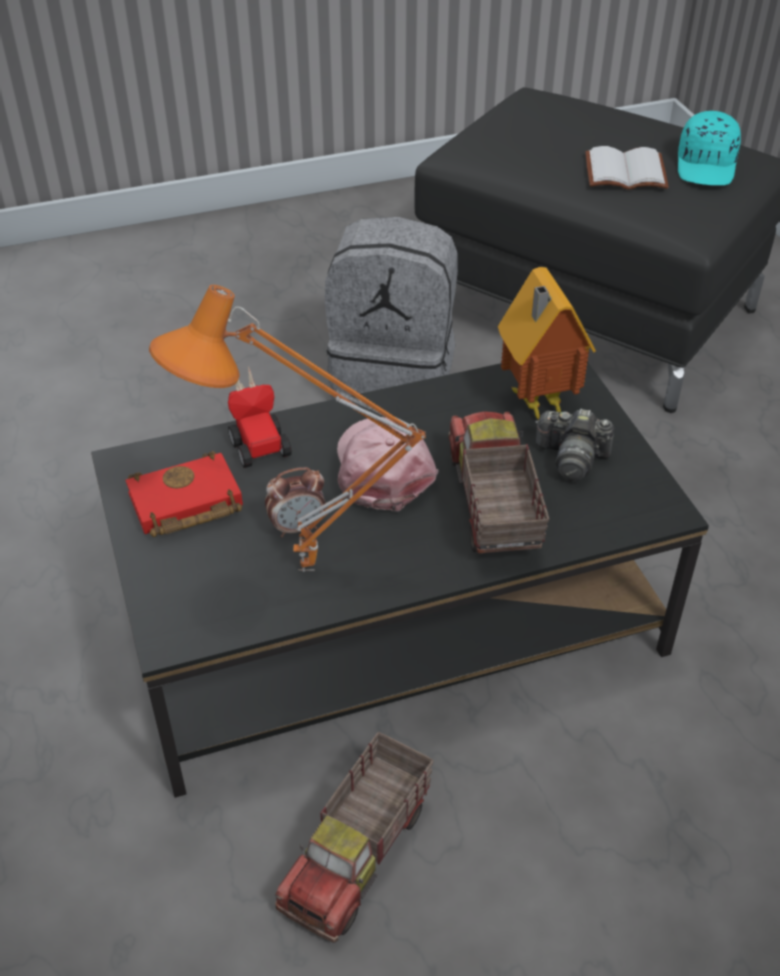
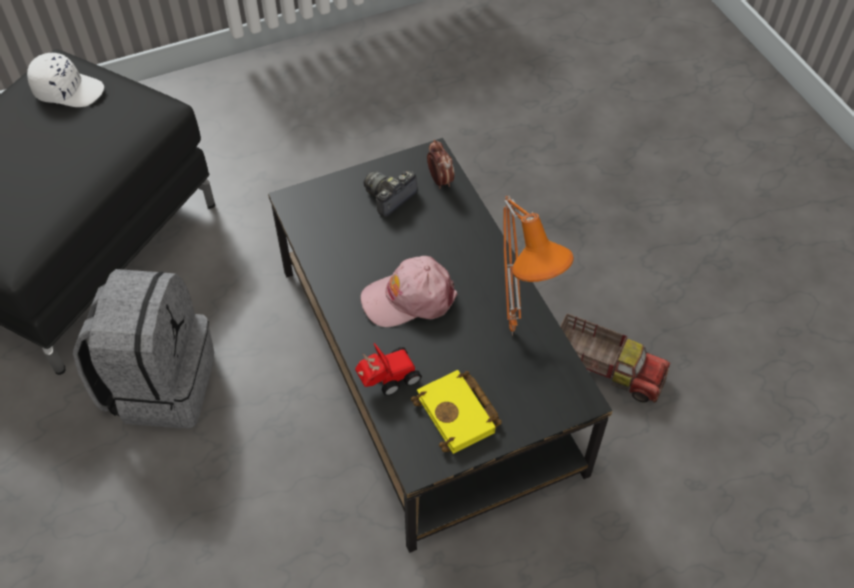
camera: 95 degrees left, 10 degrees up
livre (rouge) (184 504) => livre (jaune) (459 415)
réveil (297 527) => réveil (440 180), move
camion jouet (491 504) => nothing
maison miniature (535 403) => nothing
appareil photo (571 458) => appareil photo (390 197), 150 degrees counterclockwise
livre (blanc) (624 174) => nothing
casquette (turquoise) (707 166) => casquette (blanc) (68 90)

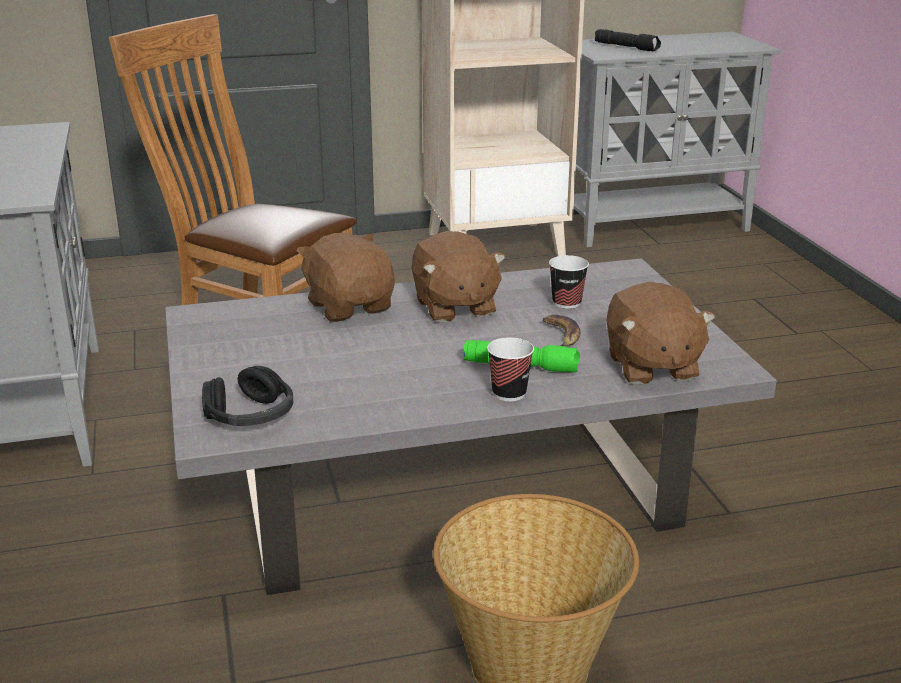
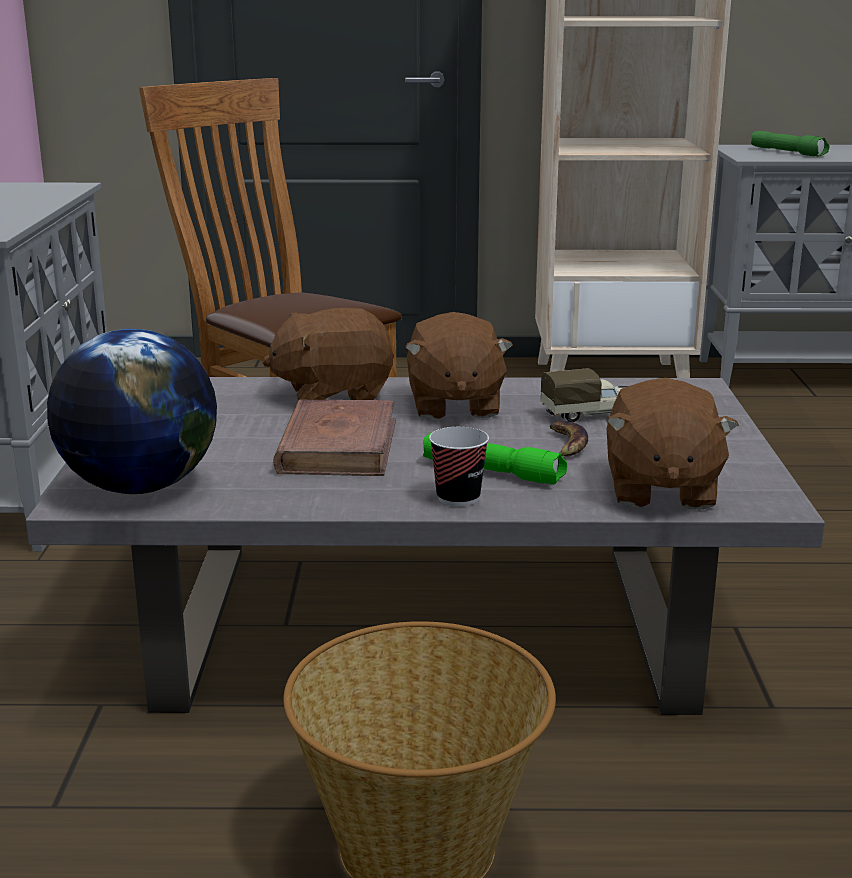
camera: 15 degrees right, 5 degrees down
casque audio (noir) (250 416) => globe (139 487)
peluche (marron) (350 307) => peluche (marron) (333 394), 90 degrees counterclockwise
tasse (566 303) => camion jouet (595 414)
lampe de poche (noir) (627 47) => lampe de poche (vert) (788 152)
nothing => livre (marron) (338 446)

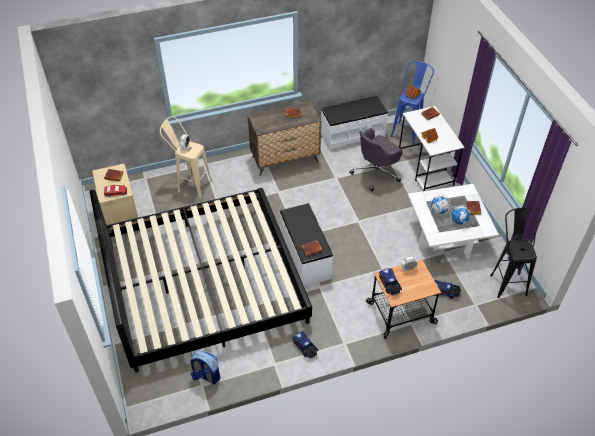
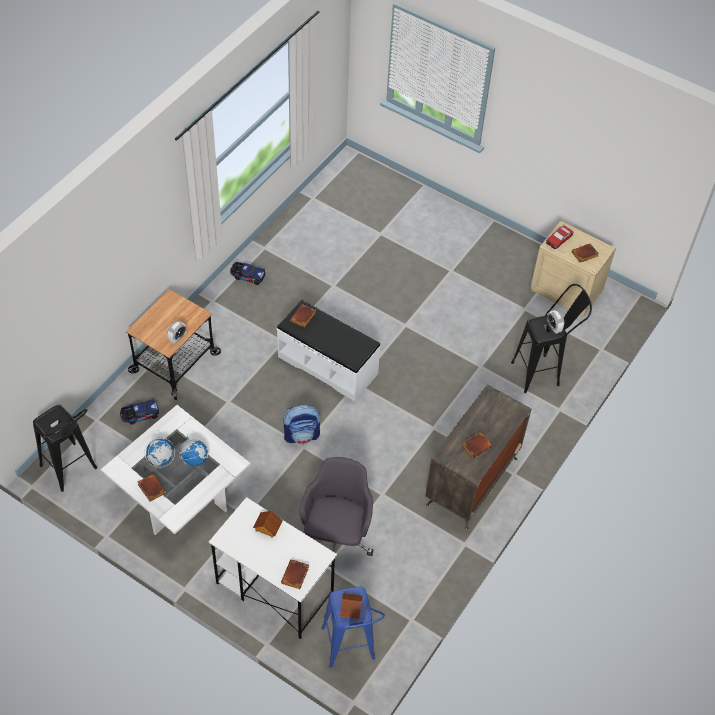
camera: 140 degrees right, 5 degrees up
lit (204 283) => nothing
tabouret (beige) (190 185) => tabouret (noir) (542 372)
sac à dos (206 376) => sac à dos (302 435), move
banc (blanc) (352 134) => nothing
camion jouet (389 285) => nothing

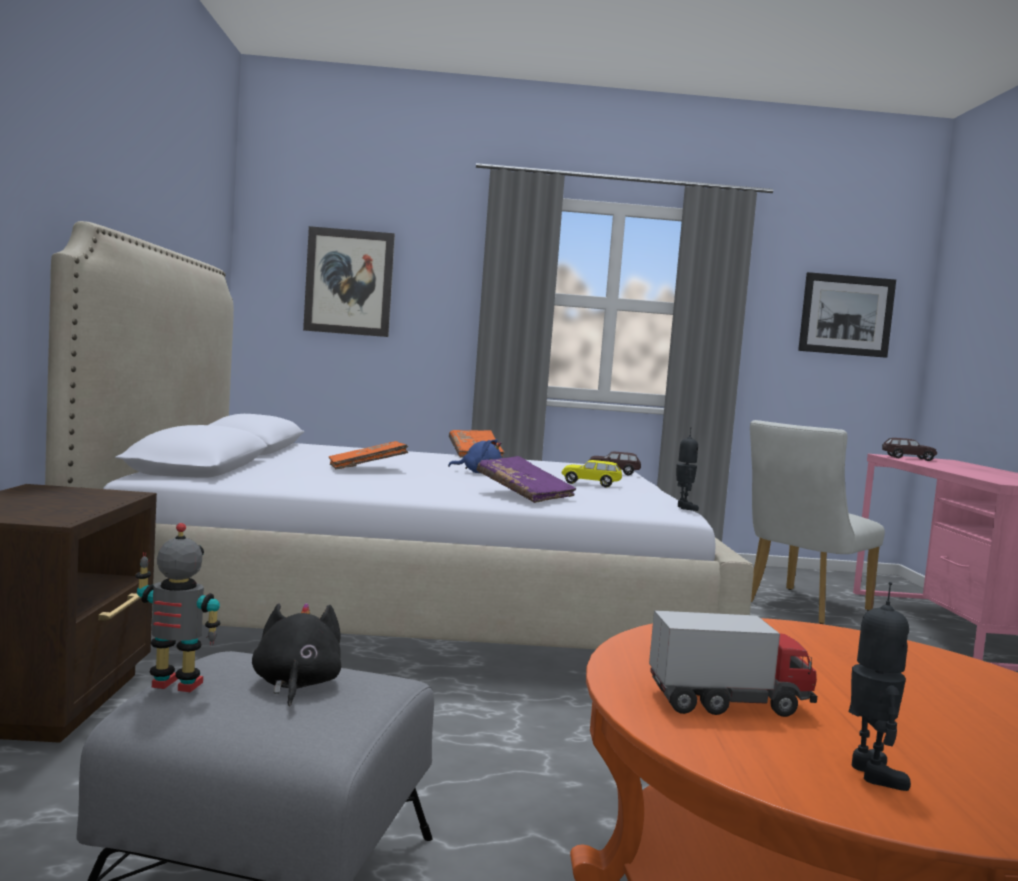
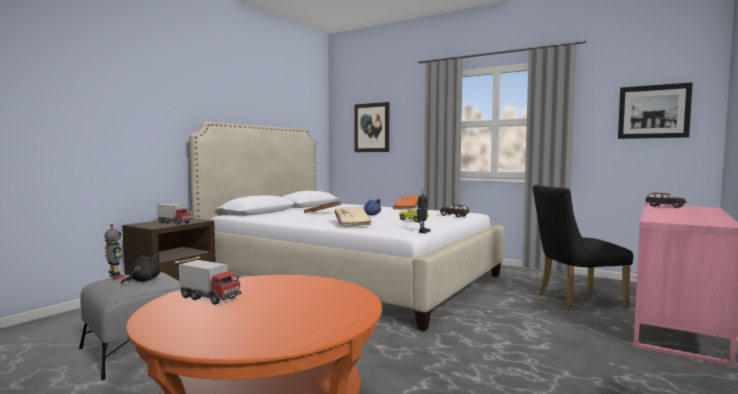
camera: 35 degrees right, 0 degrees up
livre (violet) (524 494) => livre (beige) (352 224)
chaise (blanc) (801 607) => chaise (noir) (574 300)
robot jouet (870 773) => nothing
nothing => camion jouet (175 223)

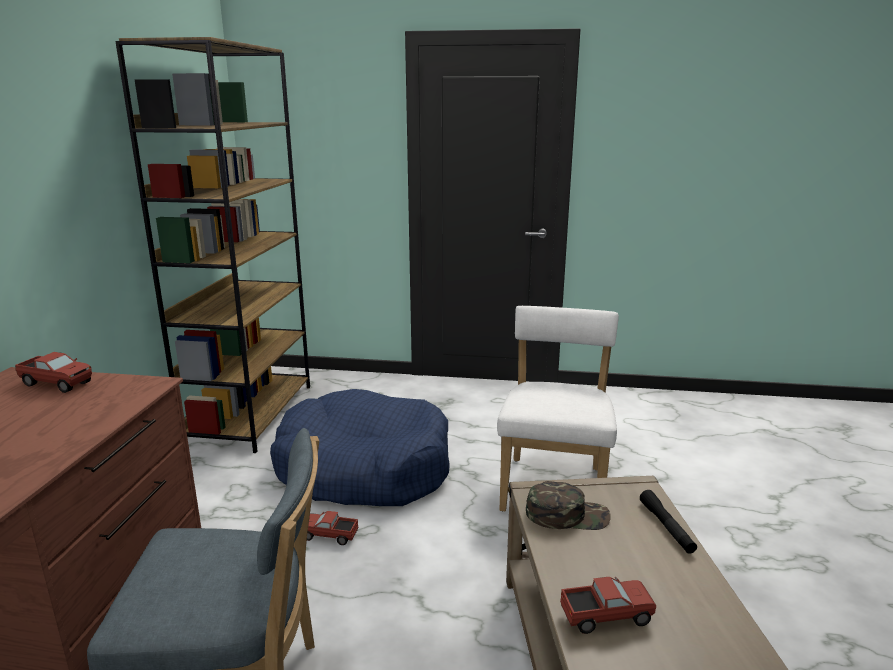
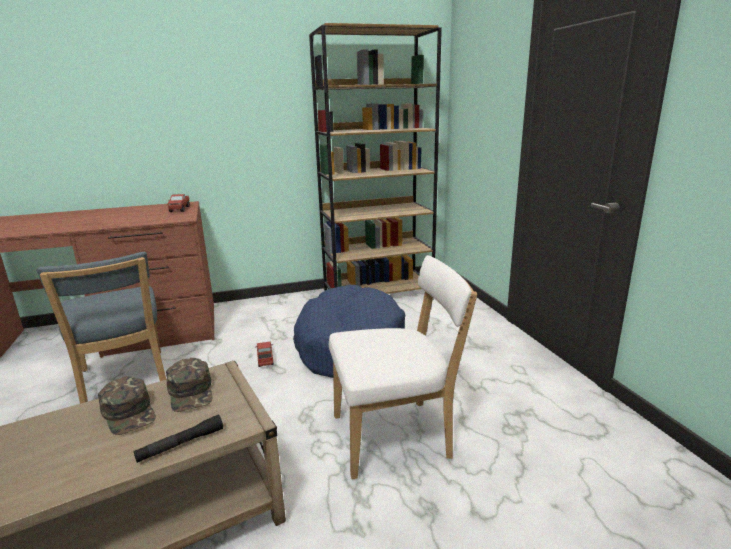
camera: 65 degrees right, 0 degrees up
camion jouet (605 617) => nothing
nothing => casquette (vert) (129 412)

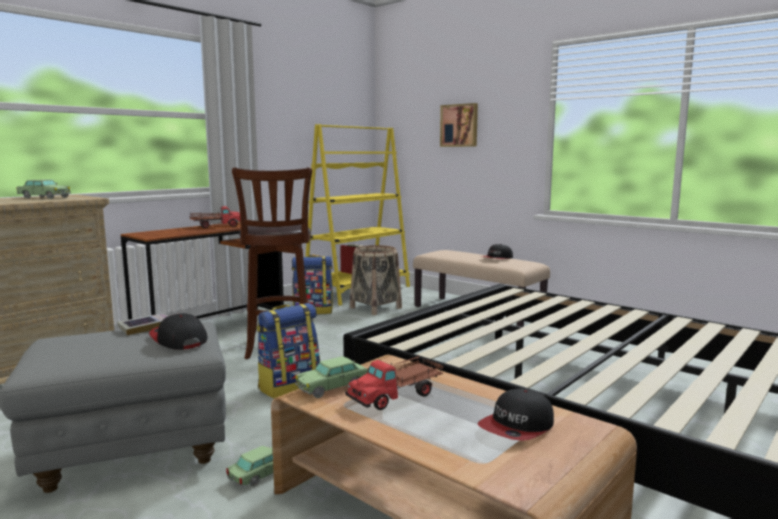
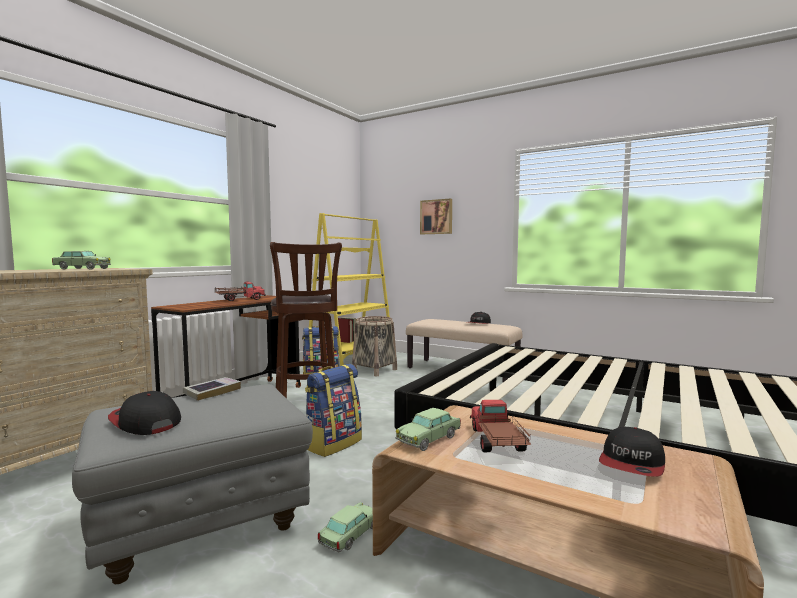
camera: 10 degrees left, 5 degrees down
casquette (178 339) => casquette (144 422), move
camion jouet (397 395) => camion jouet (496 442), 135 degrees clockwise

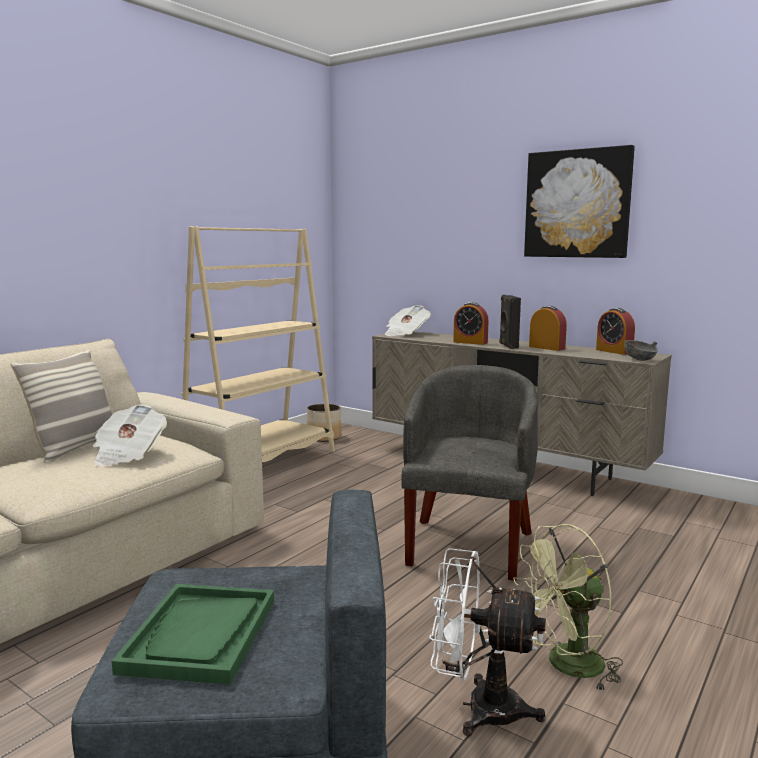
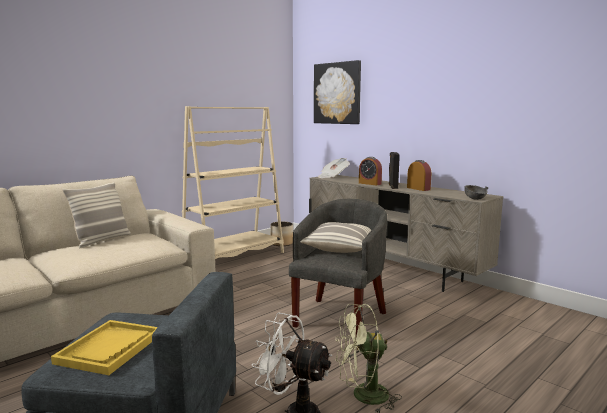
camera: 10 degrees right, 0 degrees up
journal (128 454) => nothing
plateau (vert) (201 635) => plateau (jaune) (109 348)
tableau (577 204) => tableau (337 93), move
réveil (614 351) => nothing
nothing => coussin (339 248)

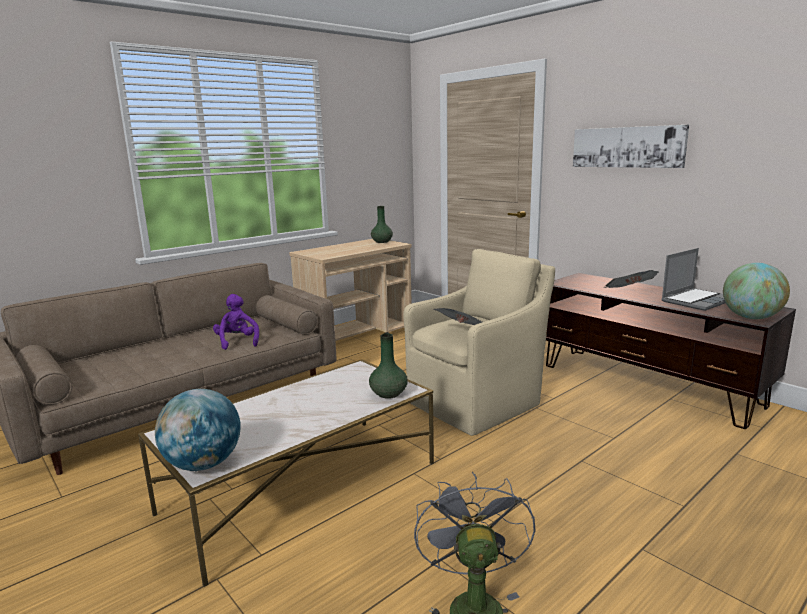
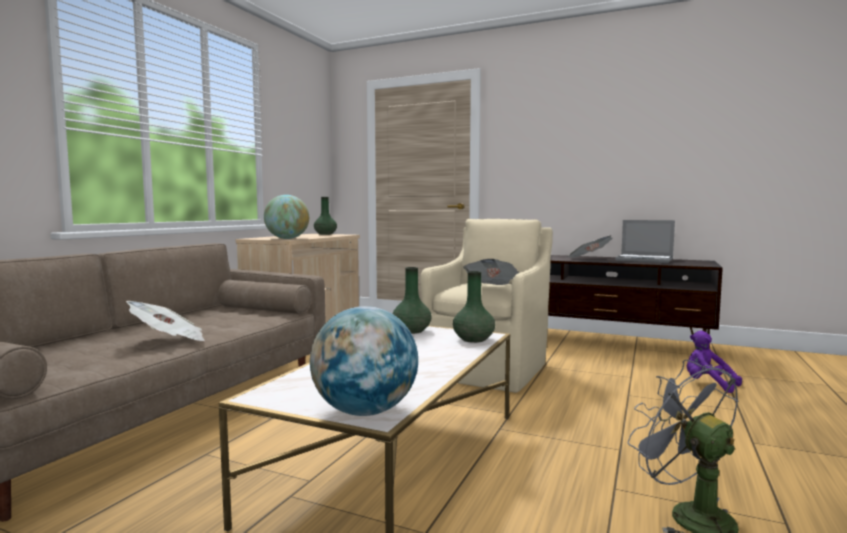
camera: 25 degrees left, 10 degrees down
peluche (violet) (237 342) => peluche (violet) (708 385), move
tableau (627 147) => nothing
ordinateur portable (697 300) => ordinateur portable (645 260), 90 degrees clockwise
globe (751 318) => globe (287 239), move
nothing => journal (169 340)
nothing => vase (vert) (412 331)

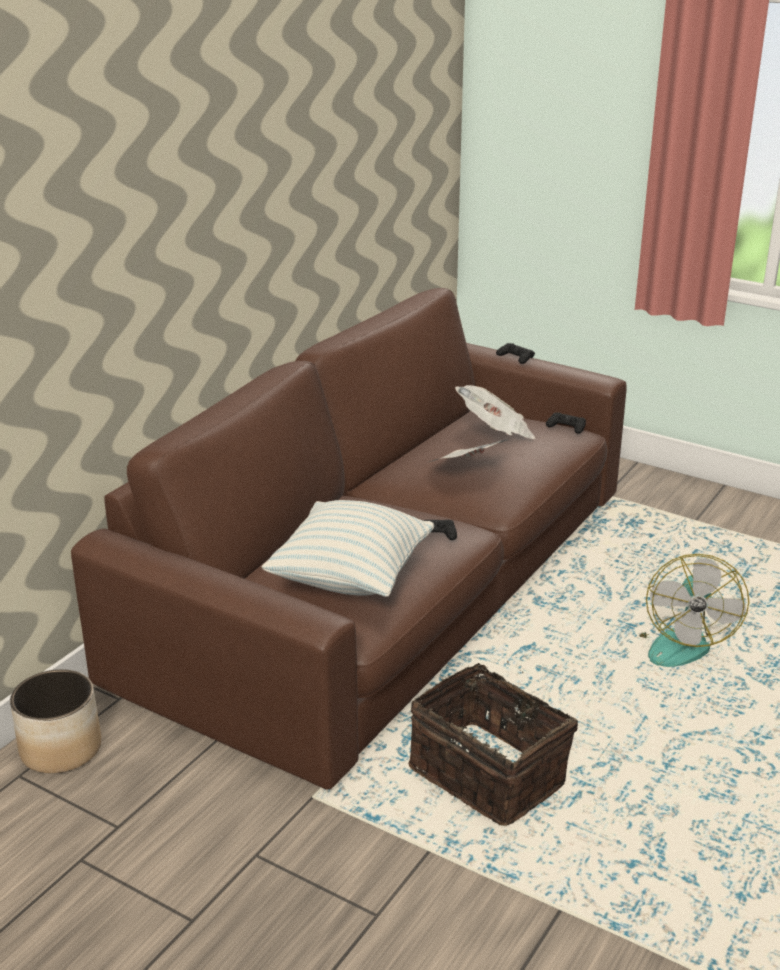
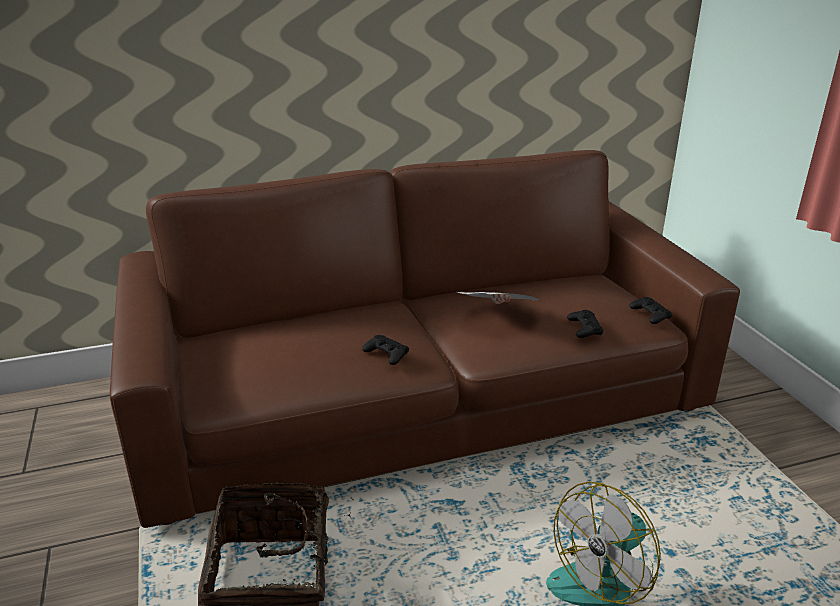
camera: 40 degrees right, 0 degrees up
cache-pot (61 748) => nothing
coussin (351 578) => nothing
journal (495 432) => nothing
manette (noir) (515 357) => manette (noir) (584 328), move

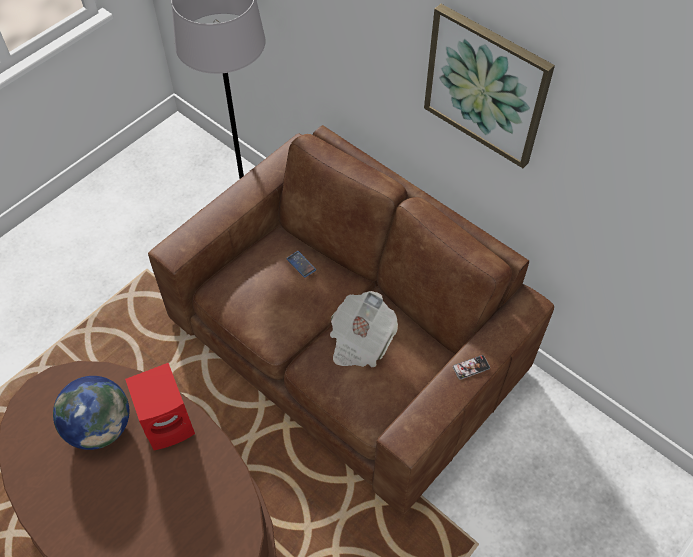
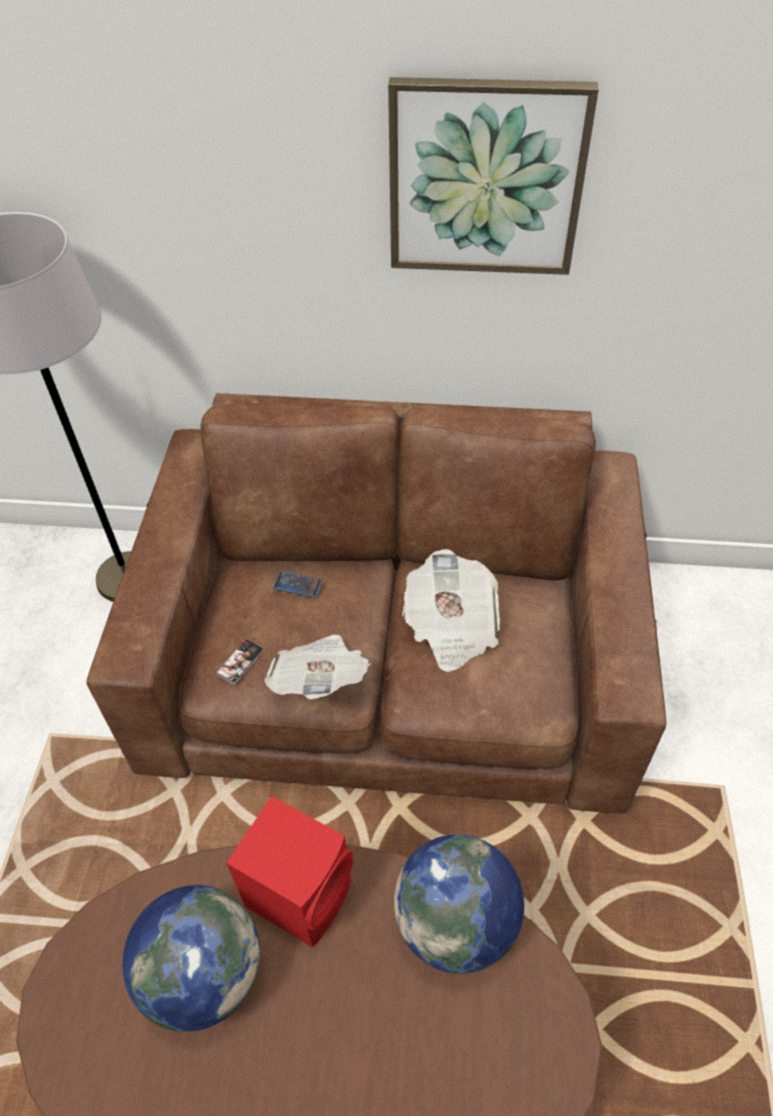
camera: 35 degrees left, 5 degrees down
téléphone (471 367) => téléphone (240 661), move
nothing => journal (320 680)
nothing => globe (456 922)

